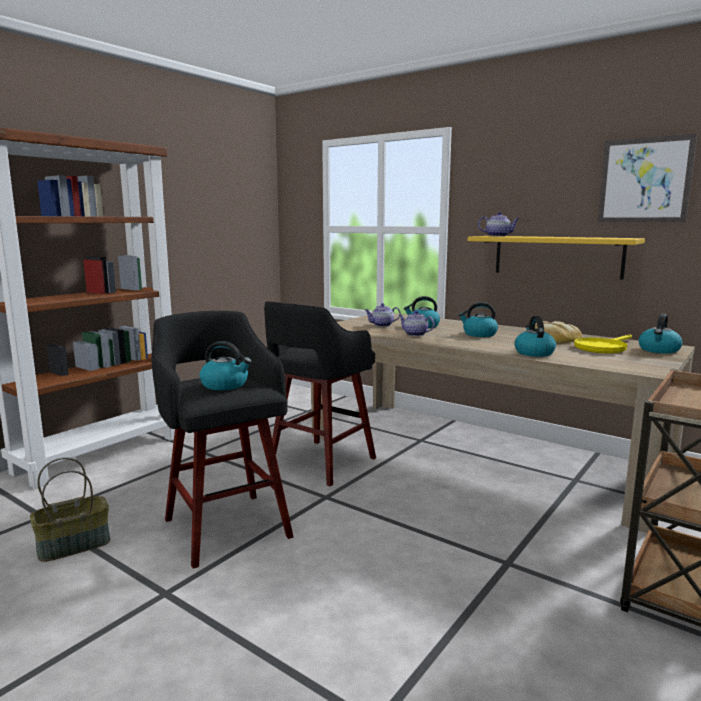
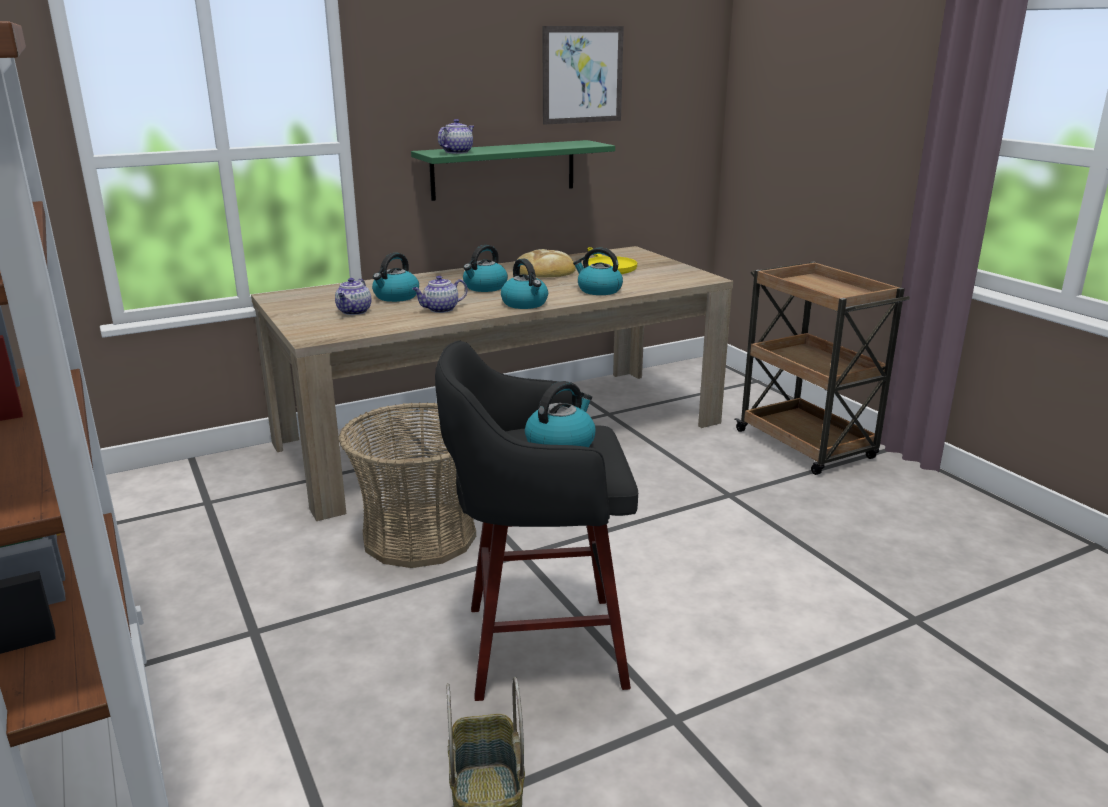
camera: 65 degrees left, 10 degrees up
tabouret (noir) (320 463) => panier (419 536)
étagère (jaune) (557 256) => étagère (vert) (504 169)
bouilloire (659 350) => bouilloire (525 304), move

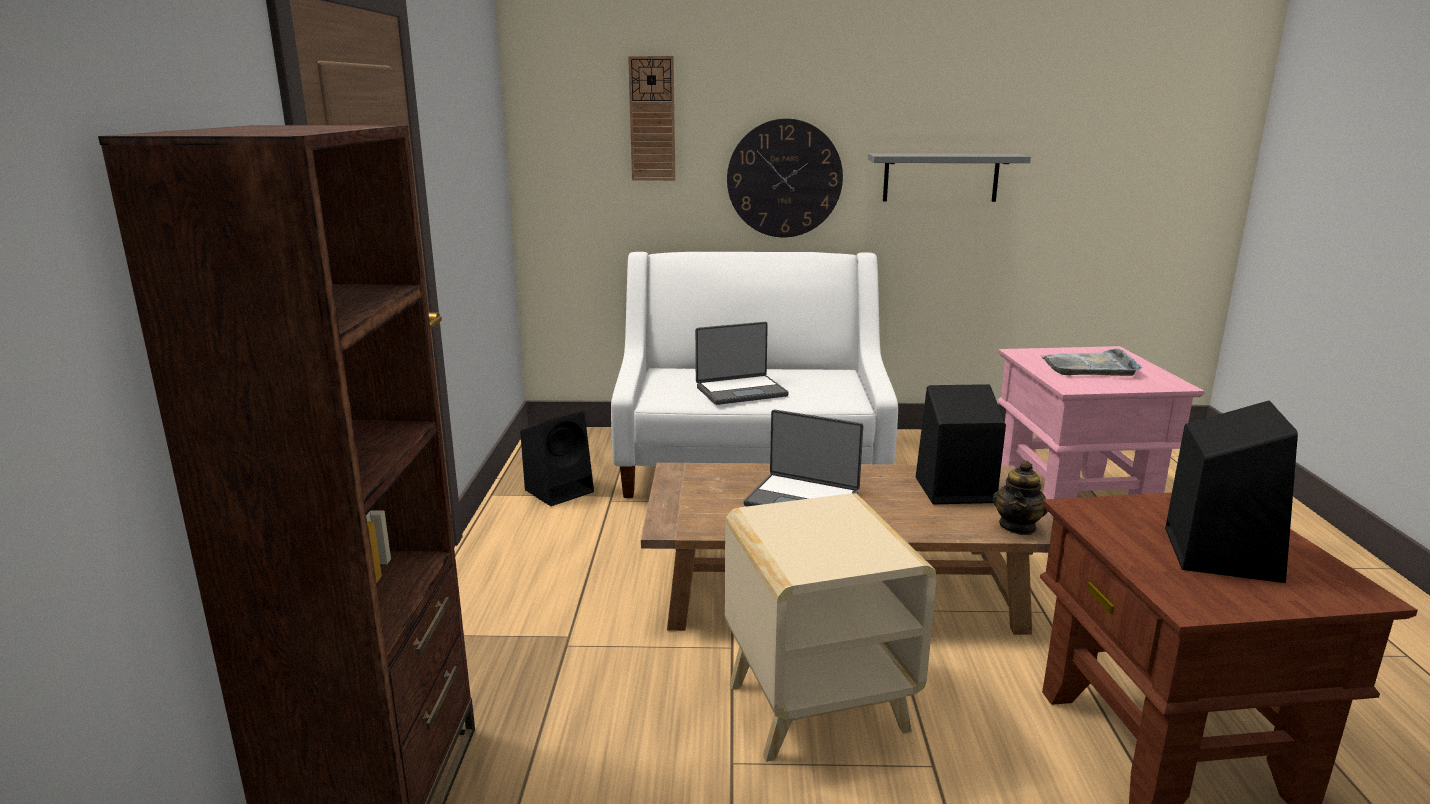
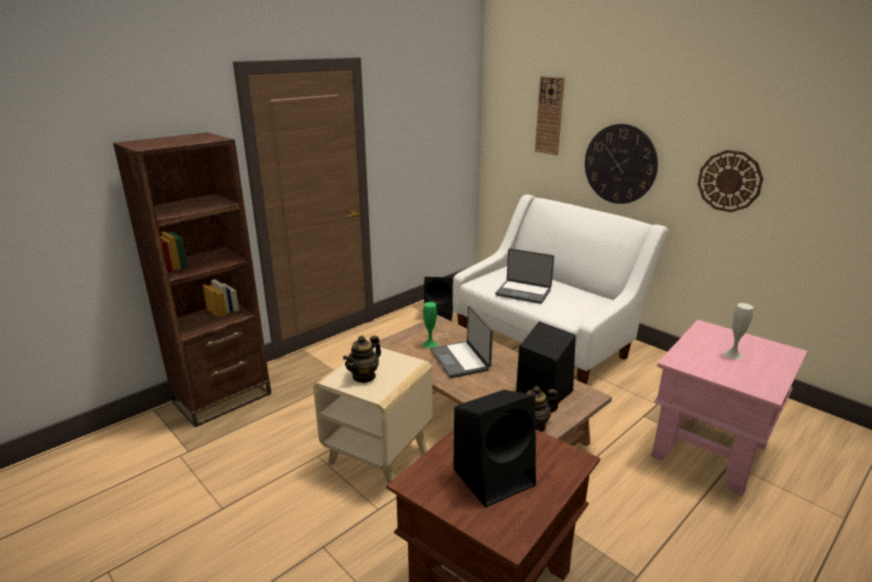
camera: 45 degrees right, 5 degrees up
étagère (gris) (940 177) => horloge murale (729 181)
plateau (gris) (1089 366) => vase (blanc) (733 354)
nothing => théière (364 376)
nothing => vase (vert) (430 344)

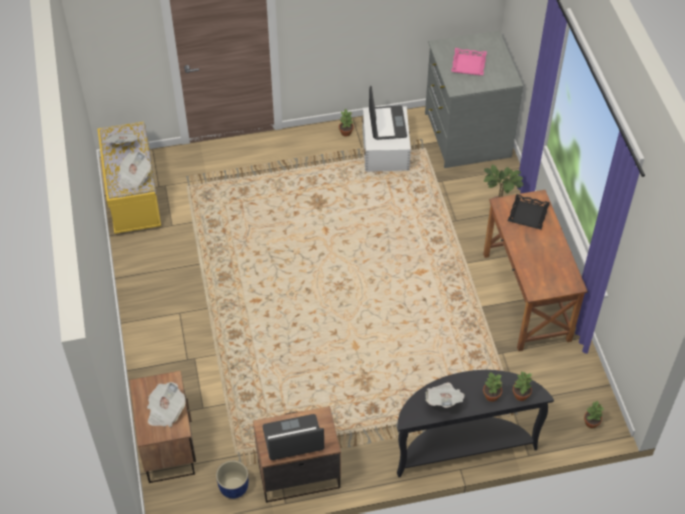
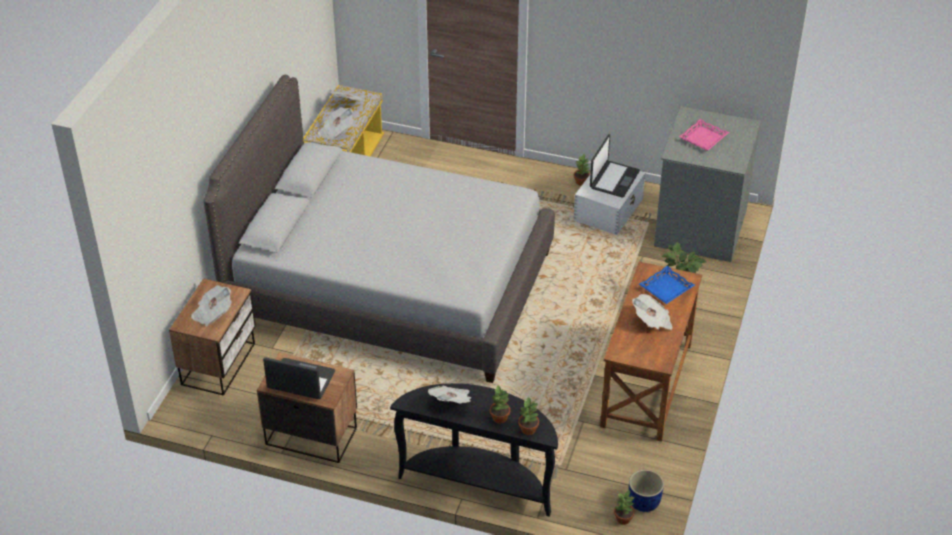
camera: 30 degrees right, 10 degrees down
cache-pot (bleu) (233 487) => cache-pot (bleu) (643 502), move
plateau (noir) (528 215) => plateau (bleu) (666 289)
nothing => lit (gris) (390 285)
nothing => journal (652 321)

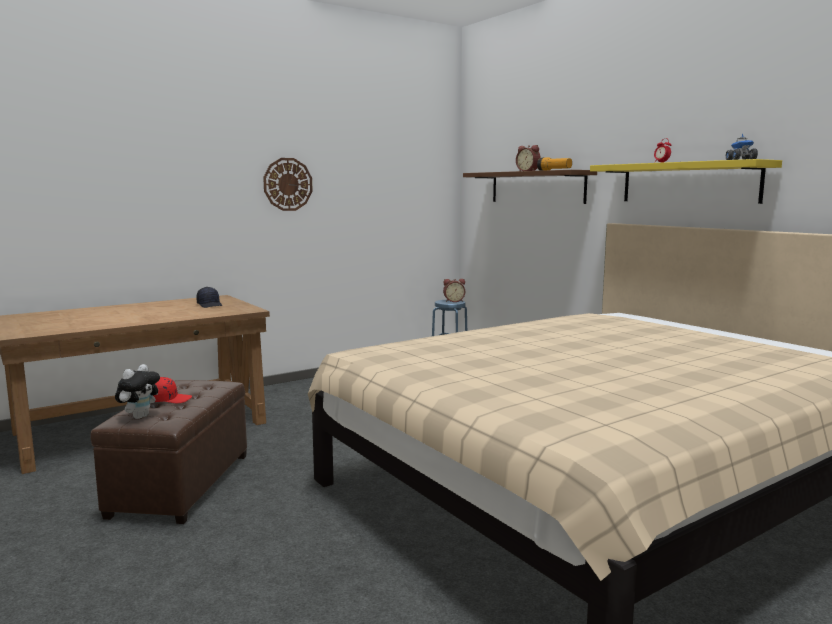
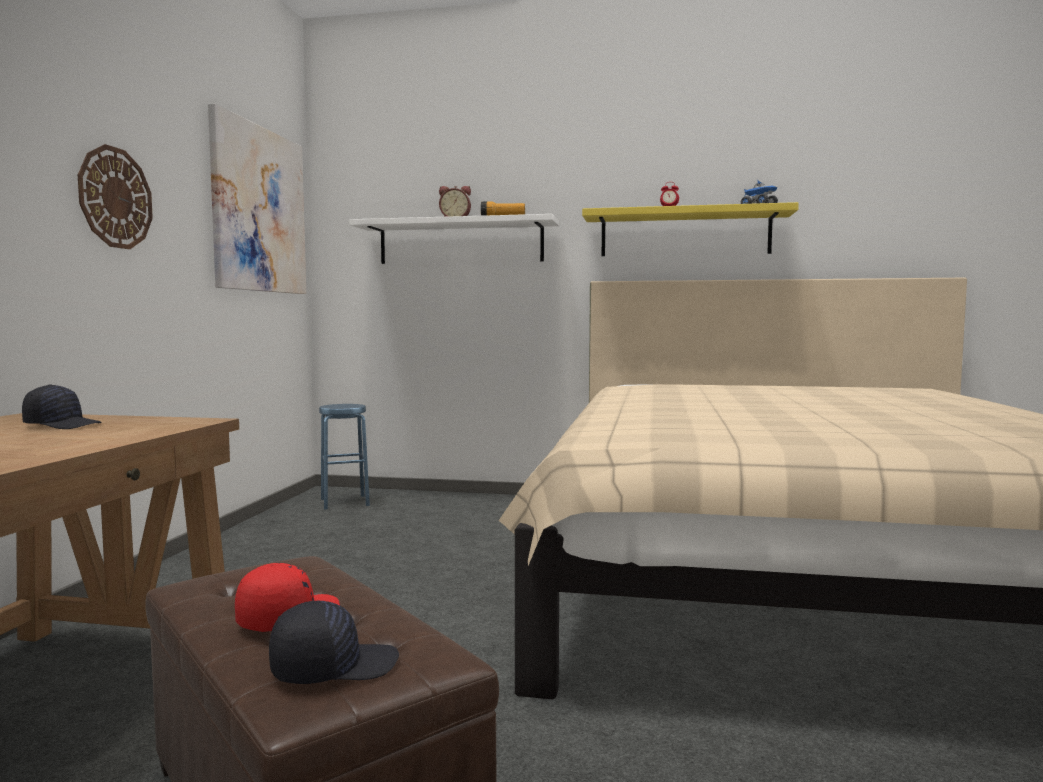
camera: 45 degrees left, 5 degrees down
peluche (140 416) => casquette (noir) (333 667)
réveil (453 301) => nothing
étagère (marron) (536 187) => étagère (blanc) (461 242)
nothing => tableau (259 210)

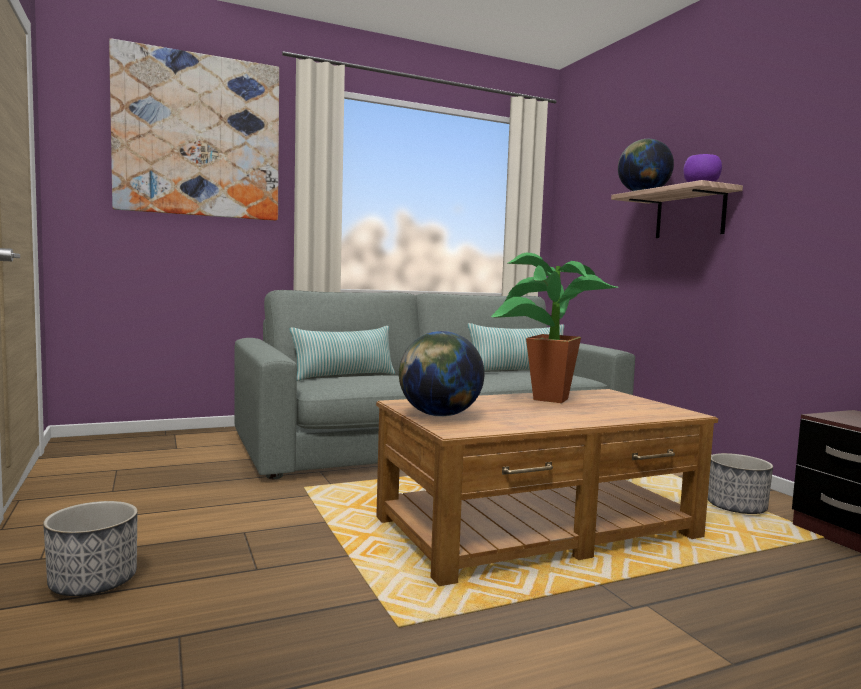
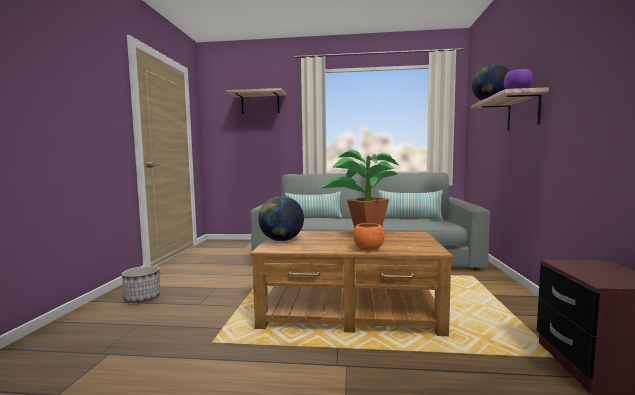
camera: 30 degrees right, 0 degrees up
tableau (198 136) => étagère (260 103)
cache-pot (737 508) => nothing
nothing => bol (orange) (368 249)

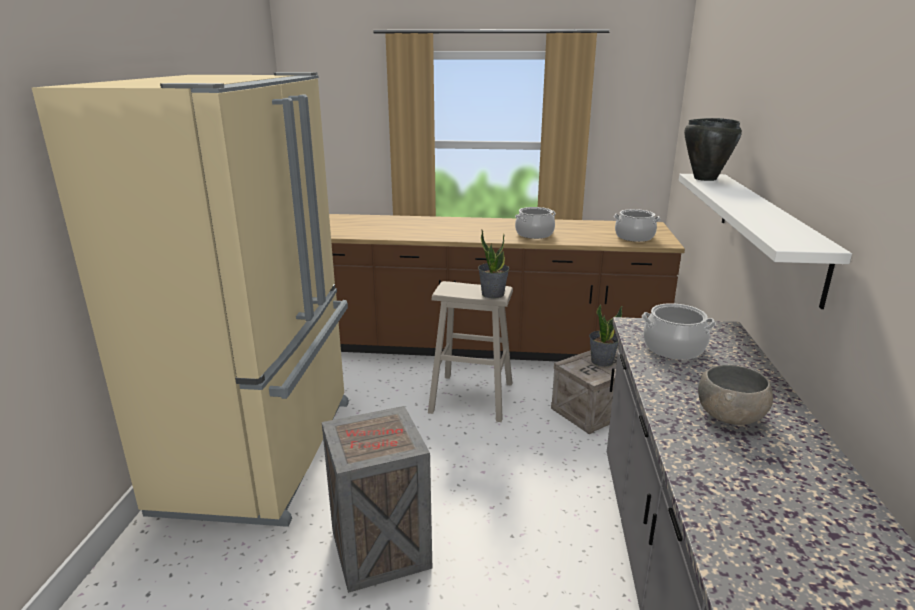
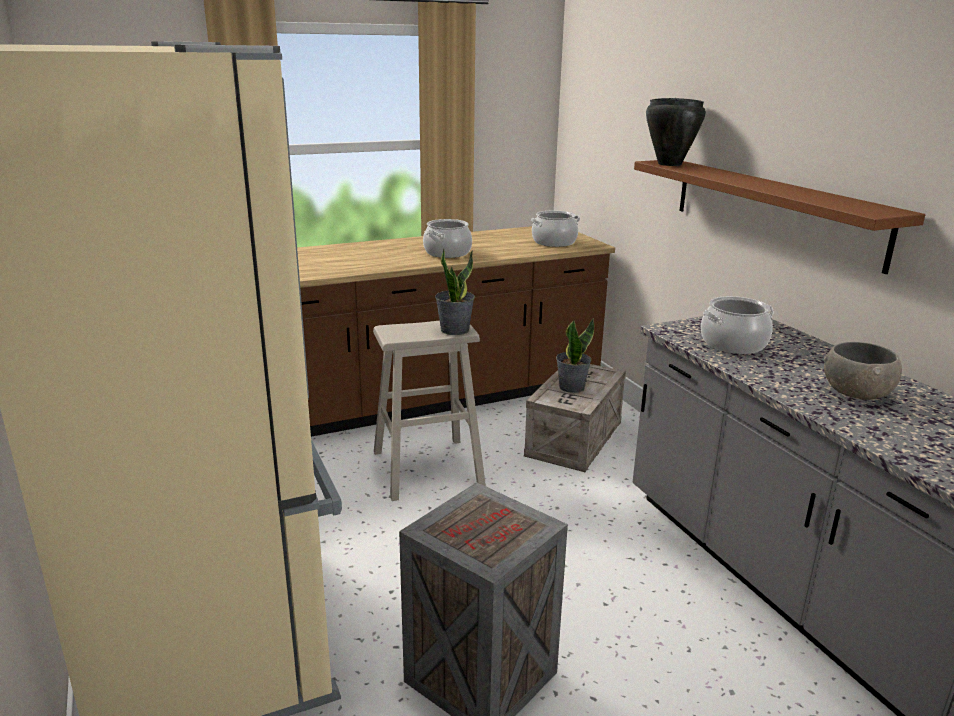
camera: 30 degrees left, 0 degrees up
étagère (blanc) (768 231) => étagère (marron) (773 209)

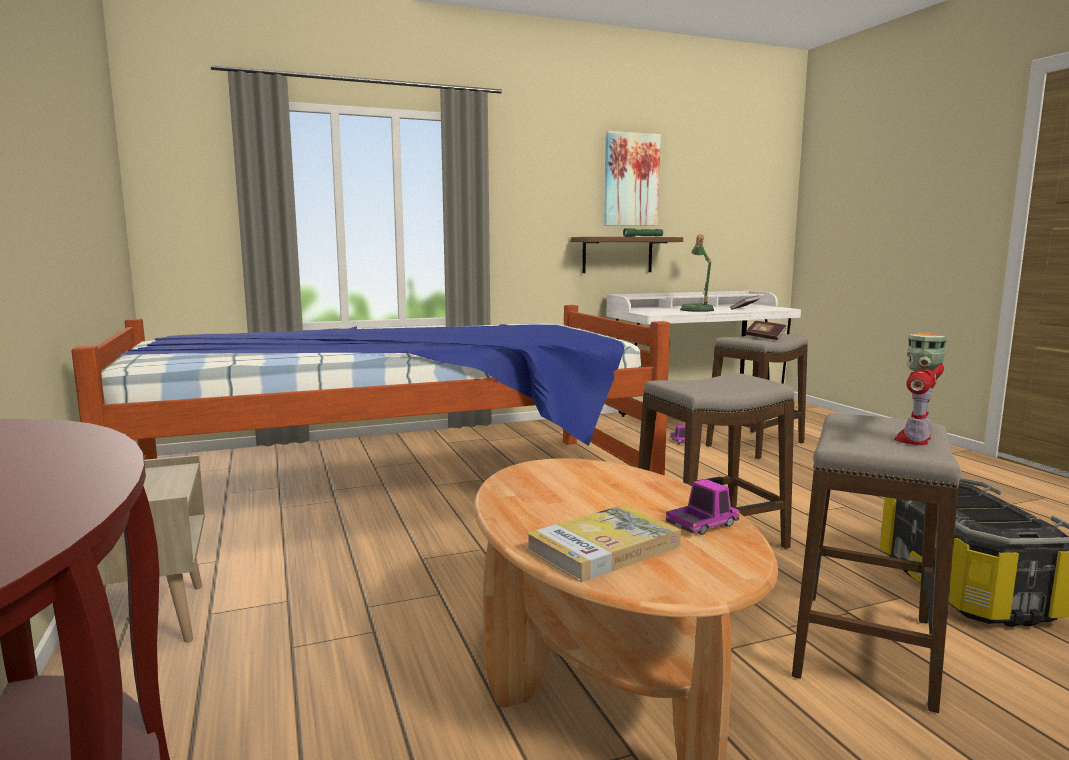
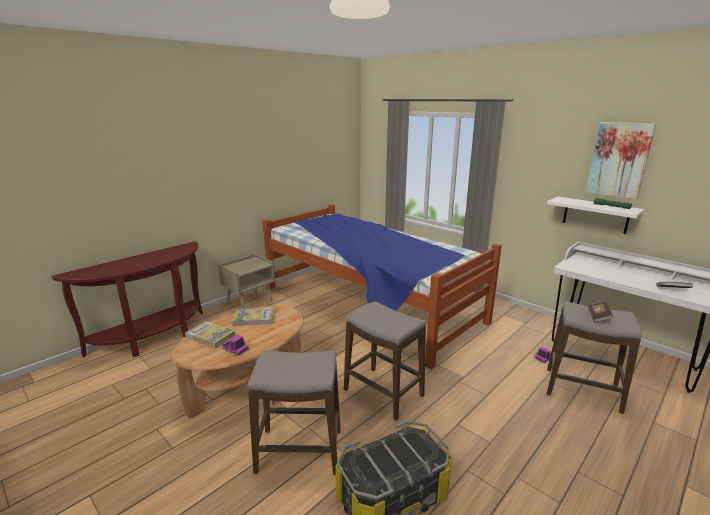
camera: 65 degrees right, 10 degrees up
étagère (marron) (617 255) => étagère (blanc) (595 215)
lampe de table (697 309) => nothing
robot jouet (915 439) => nothing
nothing => livre (254 318)

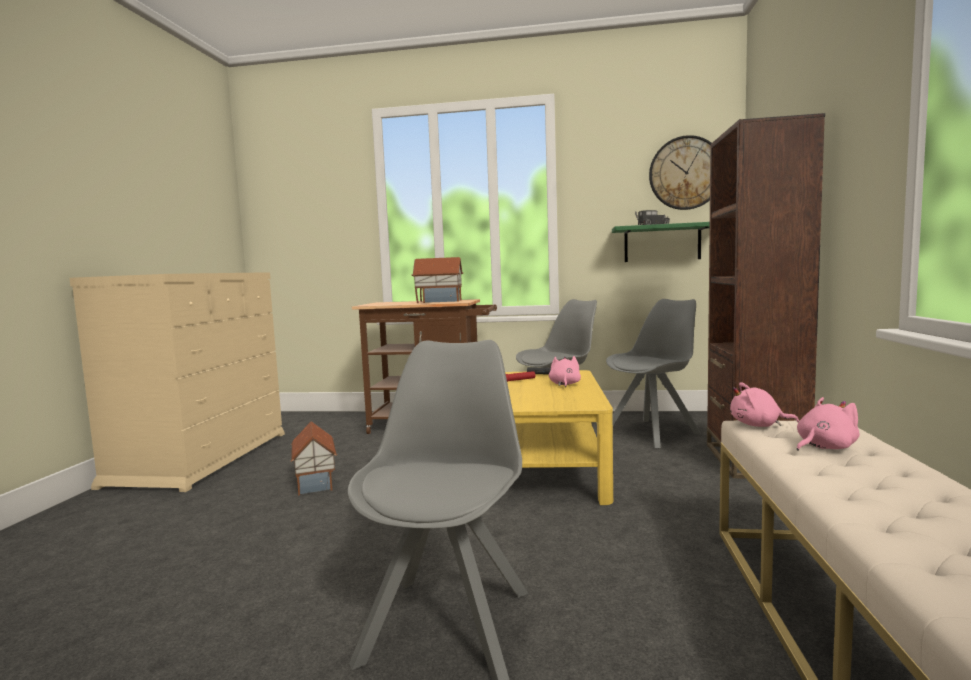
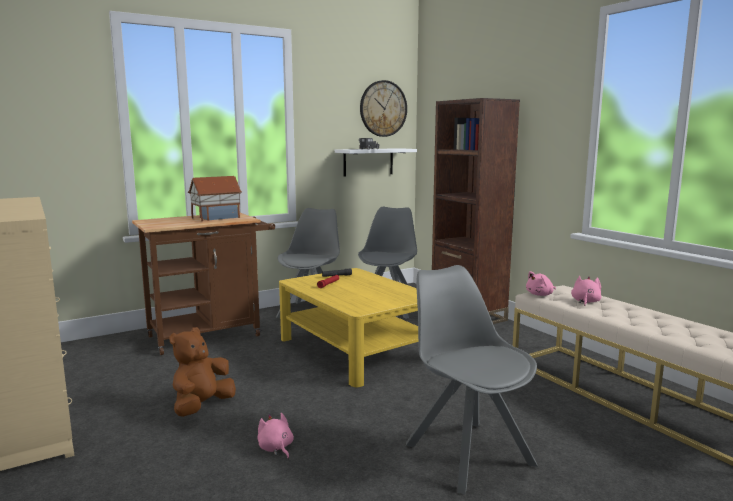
camera: 40 degrees left, 5 degrees up
maison miniature (317 482) => peluche (marron) (202 406)
peluche (rose) (564 384) => peluche (rose) (276 448), move
étagère (vert) (662 243) => étagère (blanc) (368 162)

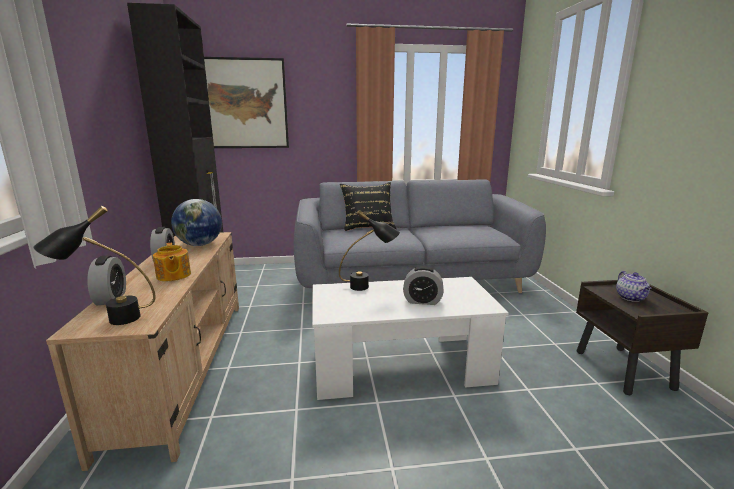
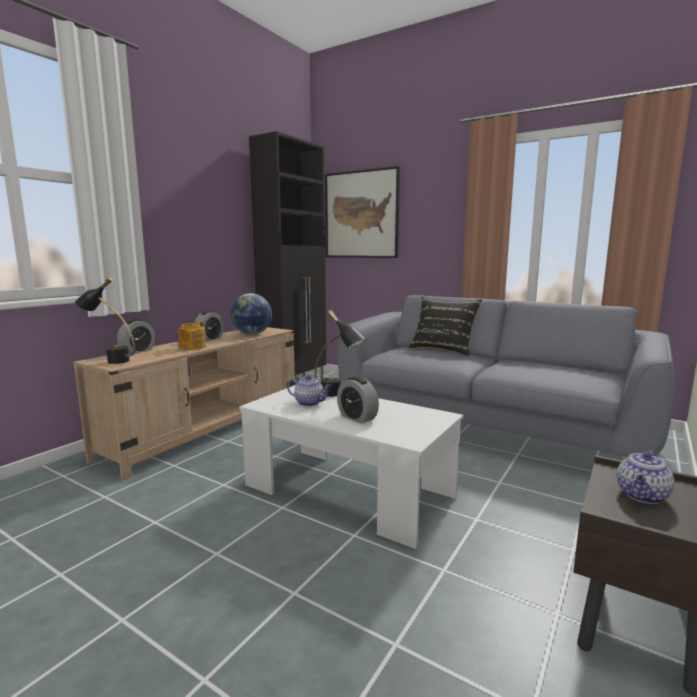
camera: 40 degrees right, 5 degrees down
nothing => théière (310 403)

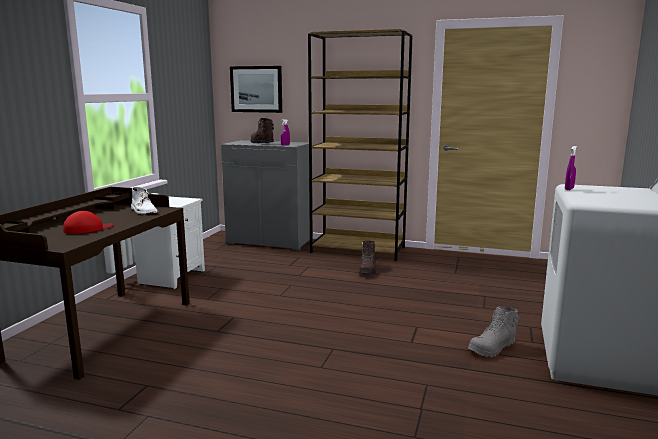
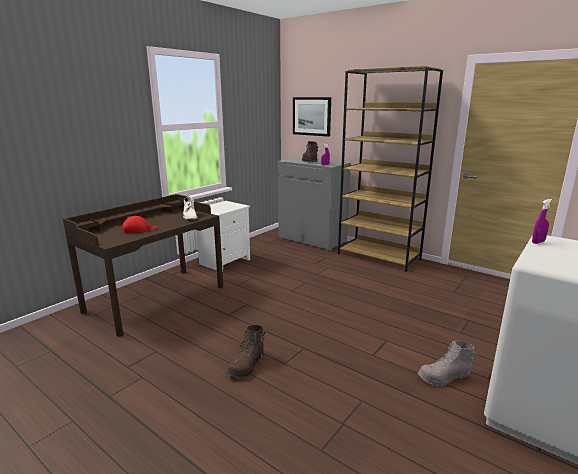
camera: 20 degrees right, 5 degrees up
botte (marron) (368 270) => botte (marron) (247 365), move

